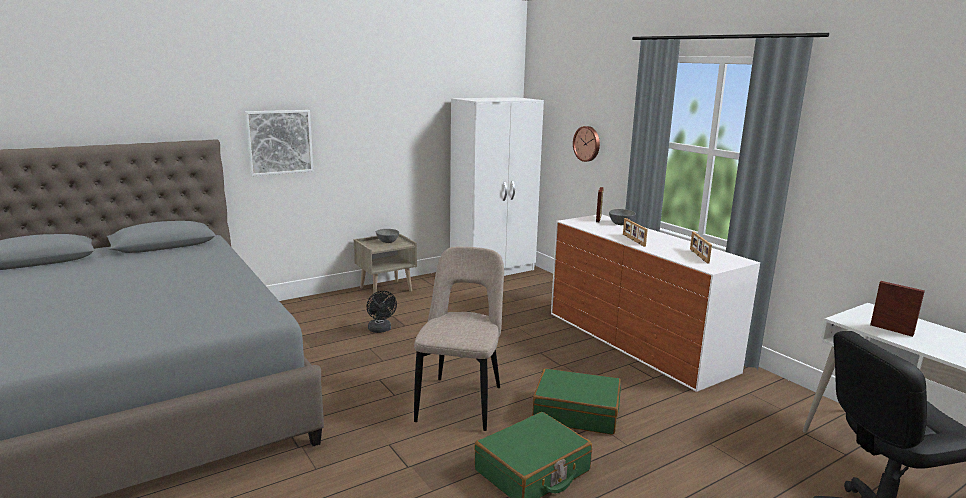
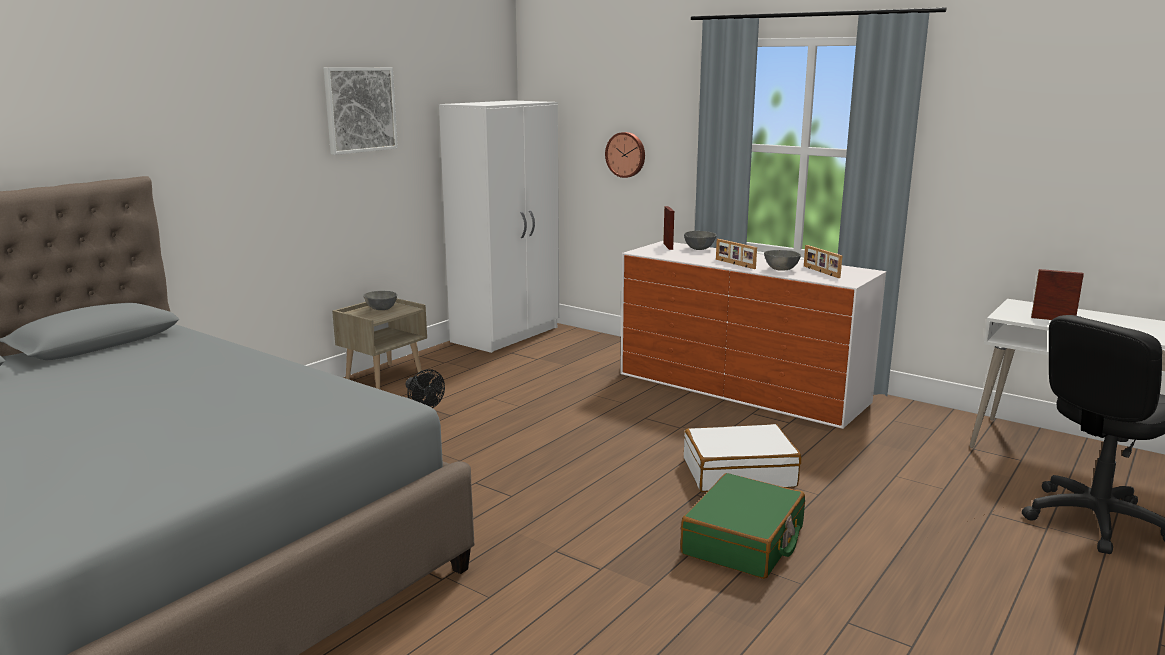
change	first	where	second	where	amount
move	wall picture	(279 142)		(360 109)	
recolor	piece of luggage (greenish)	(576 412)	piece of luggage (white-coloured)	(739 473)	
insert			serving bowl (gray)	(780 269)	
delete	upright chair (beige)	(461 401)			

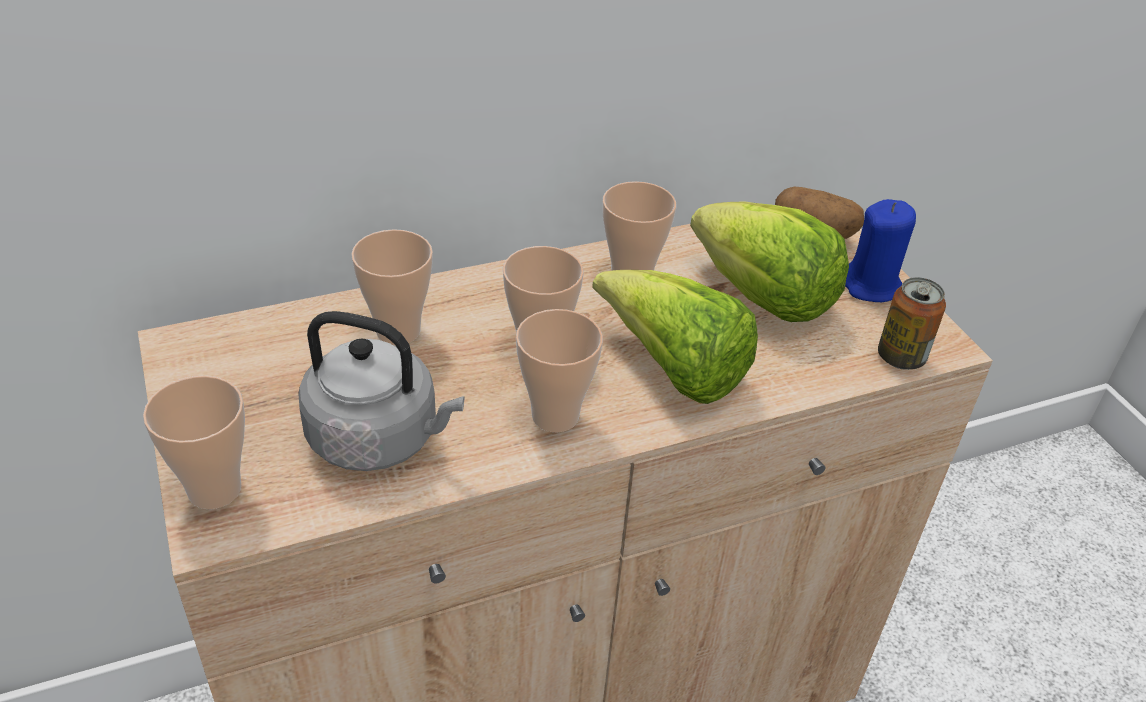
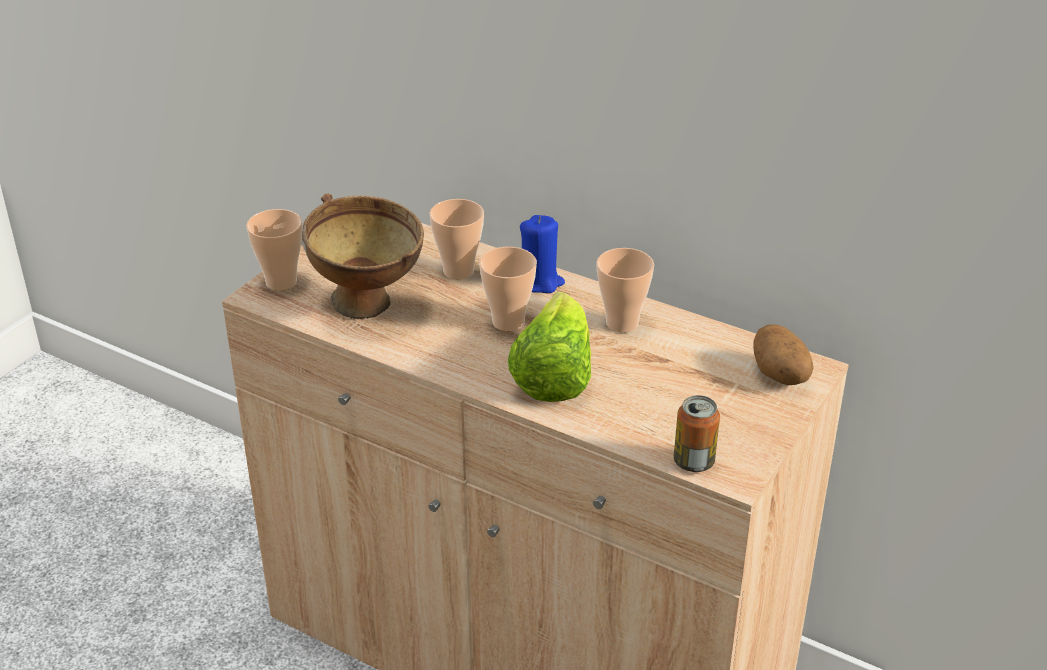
change	first	where	second	where	amount
replace	kettle (gray)	(379 439)	serving bowl (brown-coloured)	(370 308)	
move	wax candle (blue)	(871 286)		(540 282)	
delete	cup	(555 416)			
delete	head of lettuce	(762 297)			

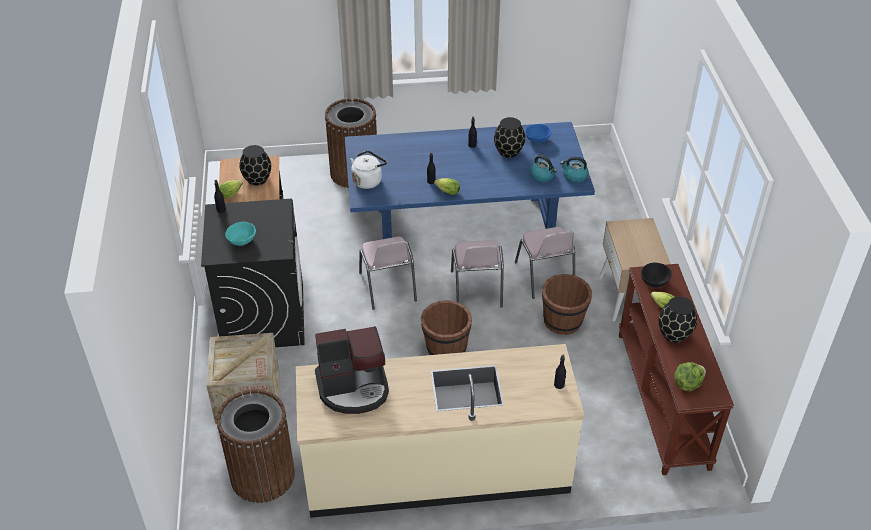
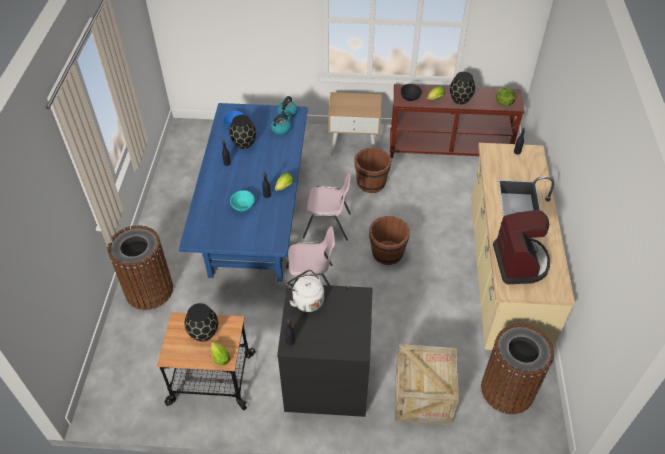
change	first	where	second	where	amount
move	serving bowl (turquoise)	(242 240)		(243 206)	
move	kettle (white-coloured)	(368 180)		(306 300)	
delete	upright chair (pink)	(545 277)			

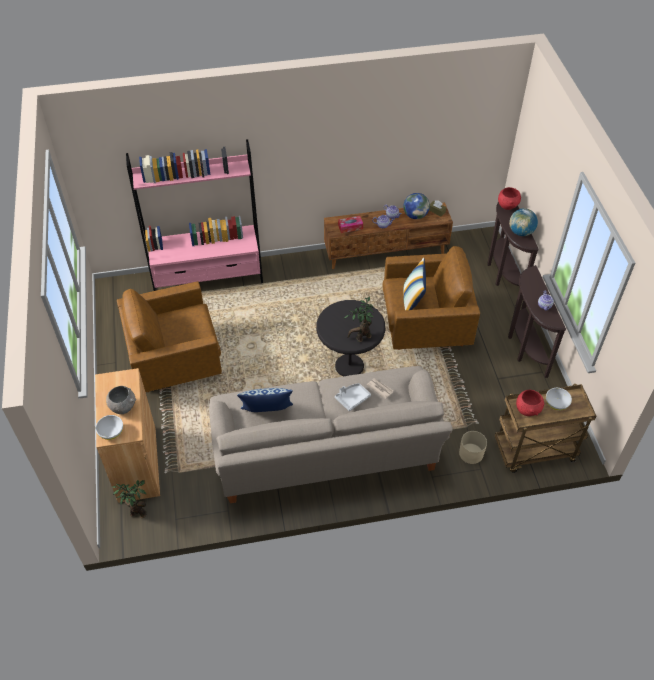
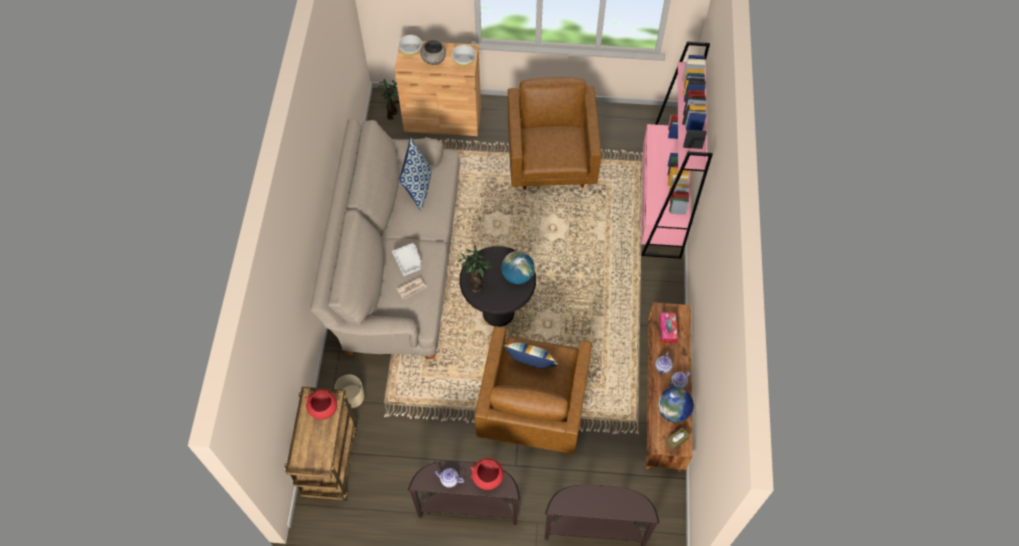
change	first	where	second	where	amount
move	serving bowl (white-coloured)	(556 403)		(464 60)	
move	serving bowl (red-coloured)	(507 206)		(488 478)	
move	desk globe	(521 232)		(517 275)	

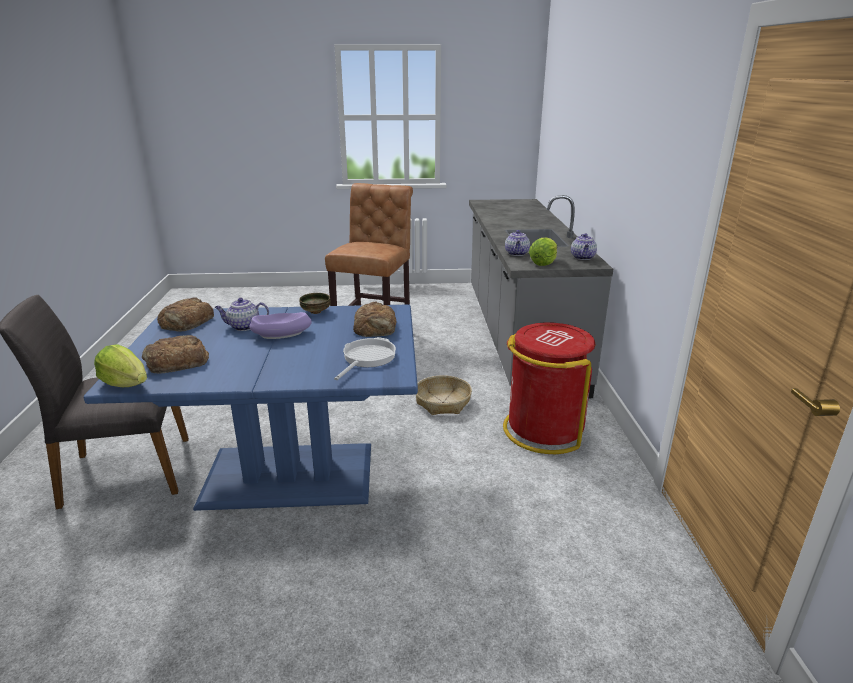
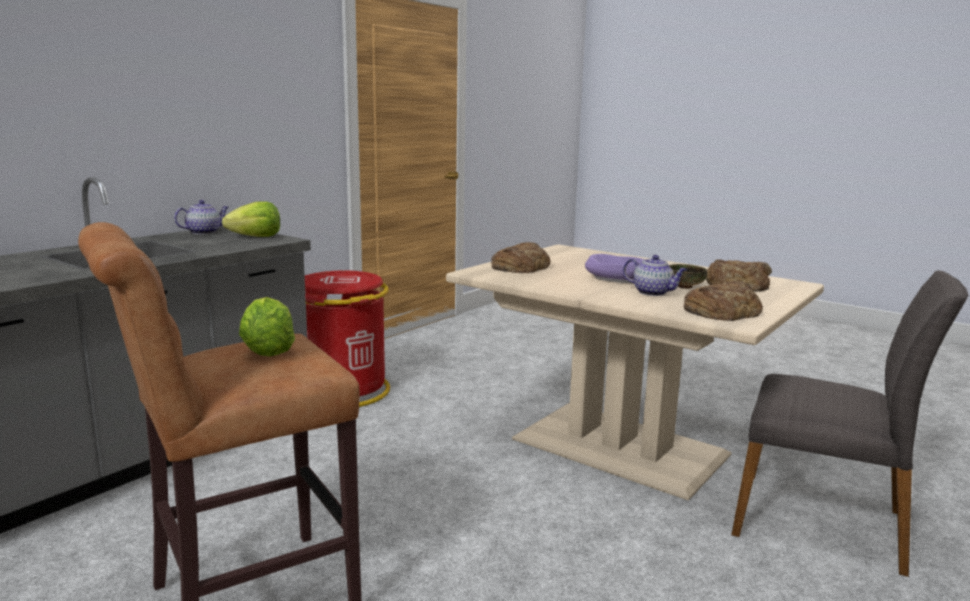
change	first	where	second	where	amount
move	head of lettuce	(126 384)		(268 349)	
recolor	dining table (blue)	(289 477)	dining table (beige)	(620 446)	
move	serving bowl	(316 312)		(684 287)	
delete	skillet	(367 358)			
delete	basket	(443 402)			
delete	tea pot	(517 254)			

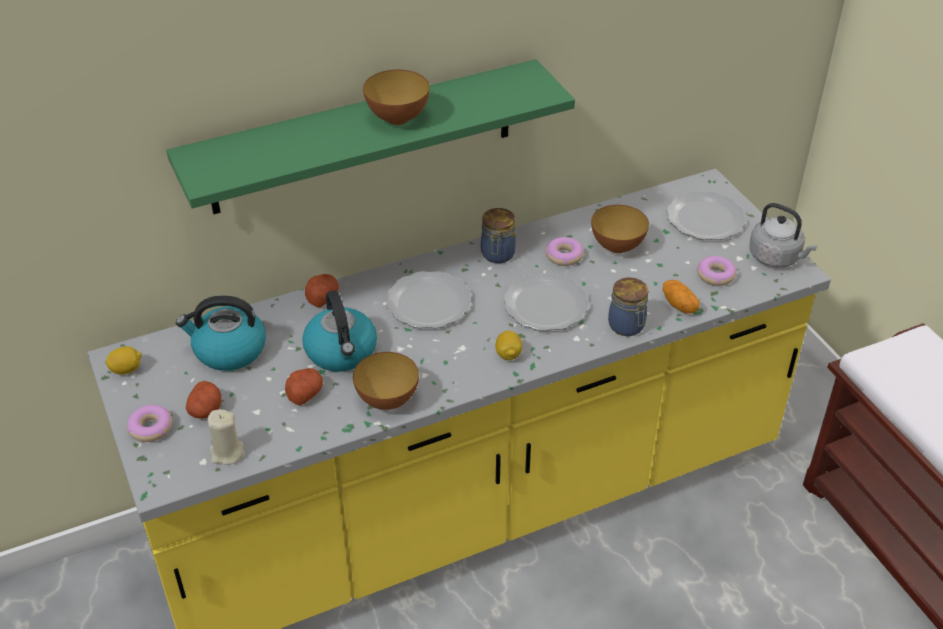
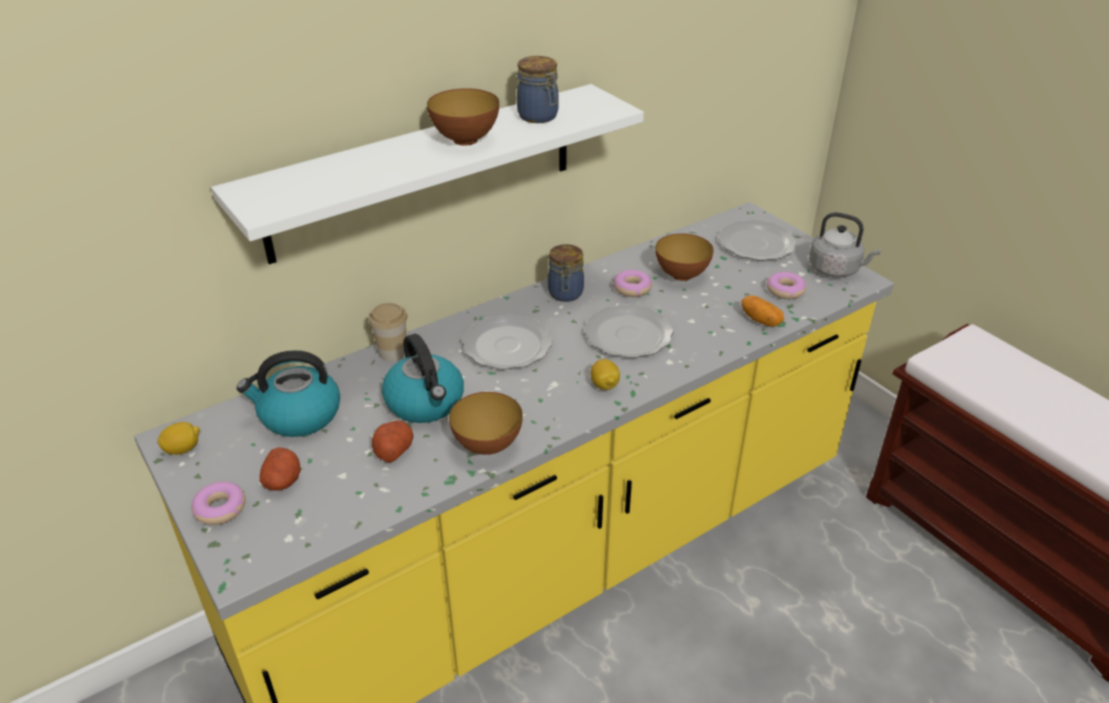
change	first	where	second	where	amount
recolor	wall shelf (greenish)	(363 137)	wall shelf (white-coloured)	(424 172)	
replace	whole potato	(322 297)	cup	(392 352)	
move	jar	(627 326)		(539 117)	
delete	wax candle (beige)	(227 453)			

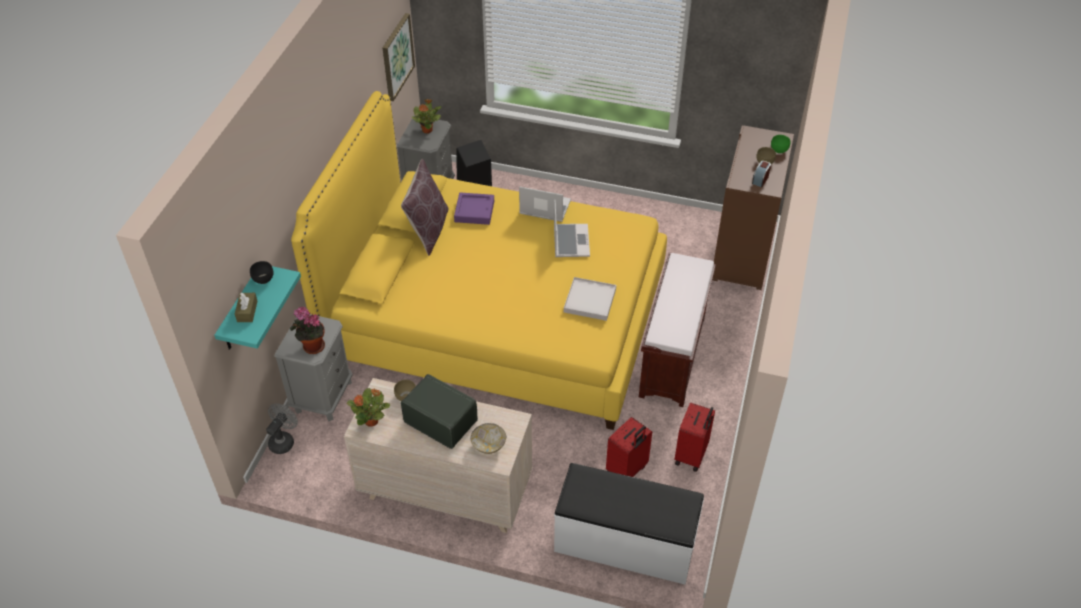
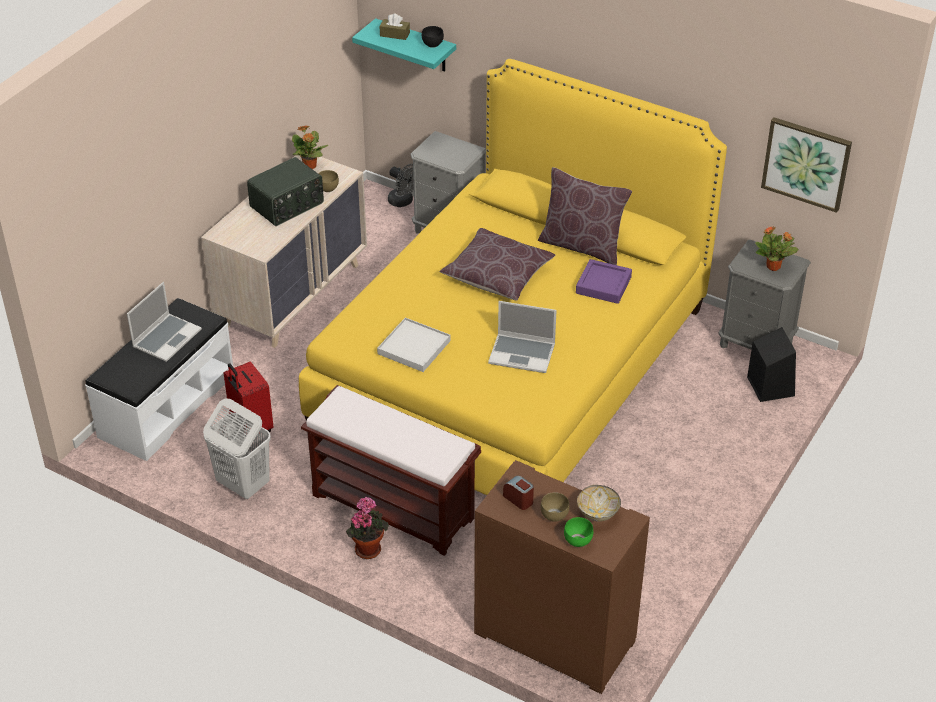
change	first	where	second	where	amount
move	laptop	(544 208)		(167 338)	
replace	piece of luggage (red-coloured)	(692 455)	hamper (white-coloured)	(242 484)	
move	plant in a pot	(312 347)		(368 547)	
insert			pillow (brown-coloured)	(497 275)	
move	serving bowl	(488 445)		(598 513)	

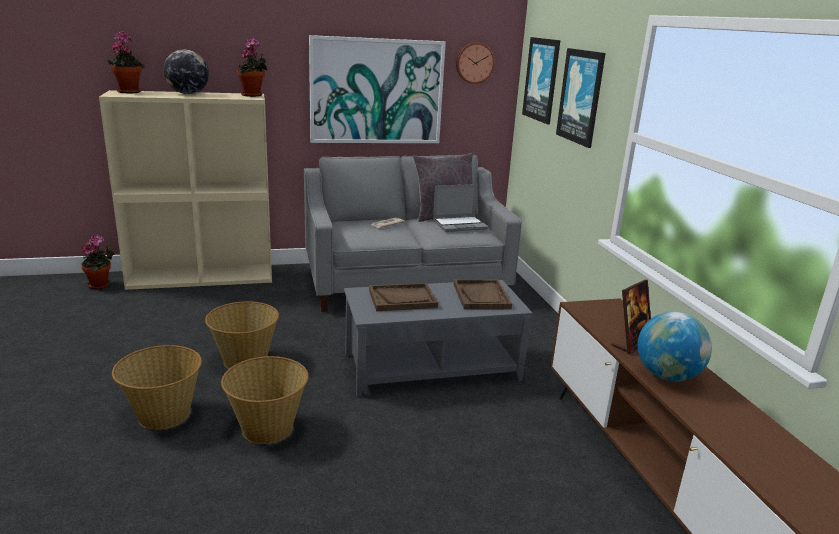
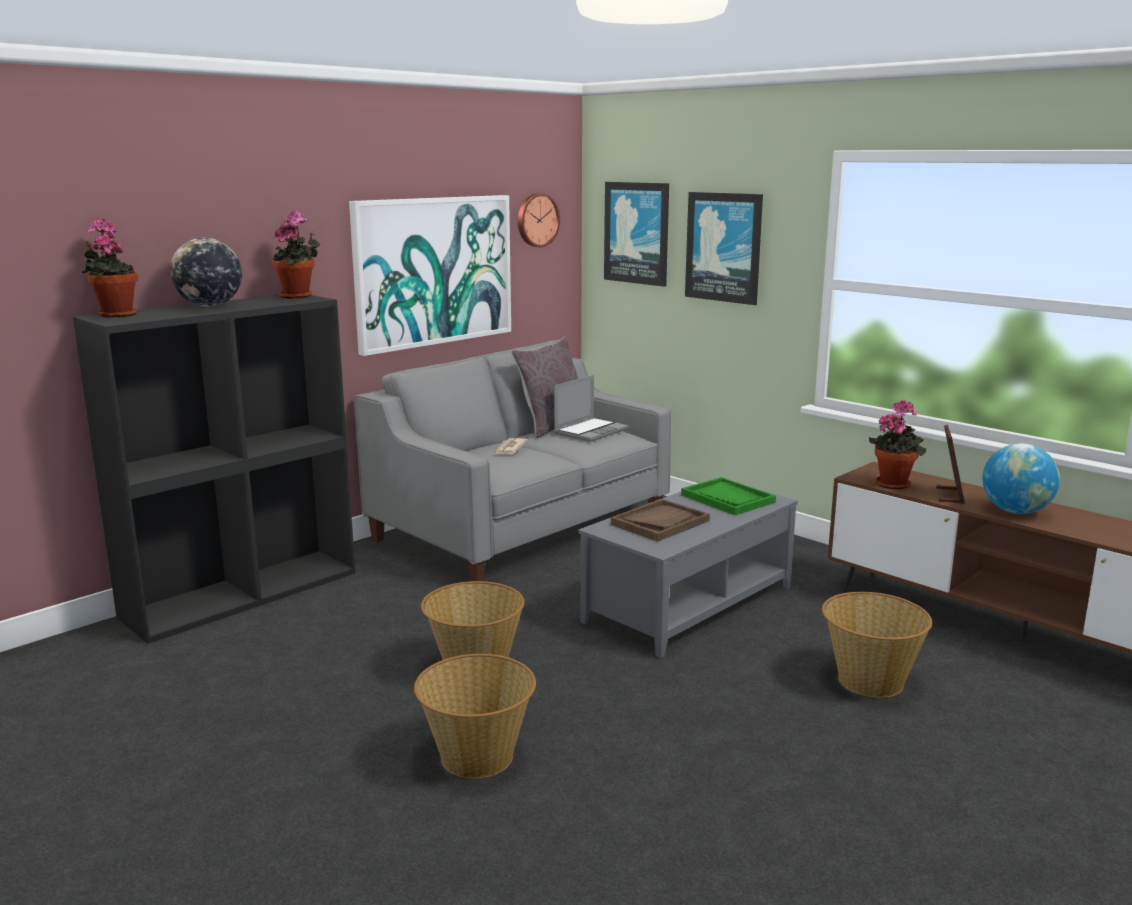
change	first	where	second	where	amount
recolor	shelving unit (beige)	(203 276)	shelving unit (blackish)	(242 593)	
recolor	carrying tray (brown-coloured)	(481 296)	carrying tray (greenish)	(728 498)	
move	basket	(267 427)		(869 680)	
move	plant in a pot	(101 285)		(894 483)	

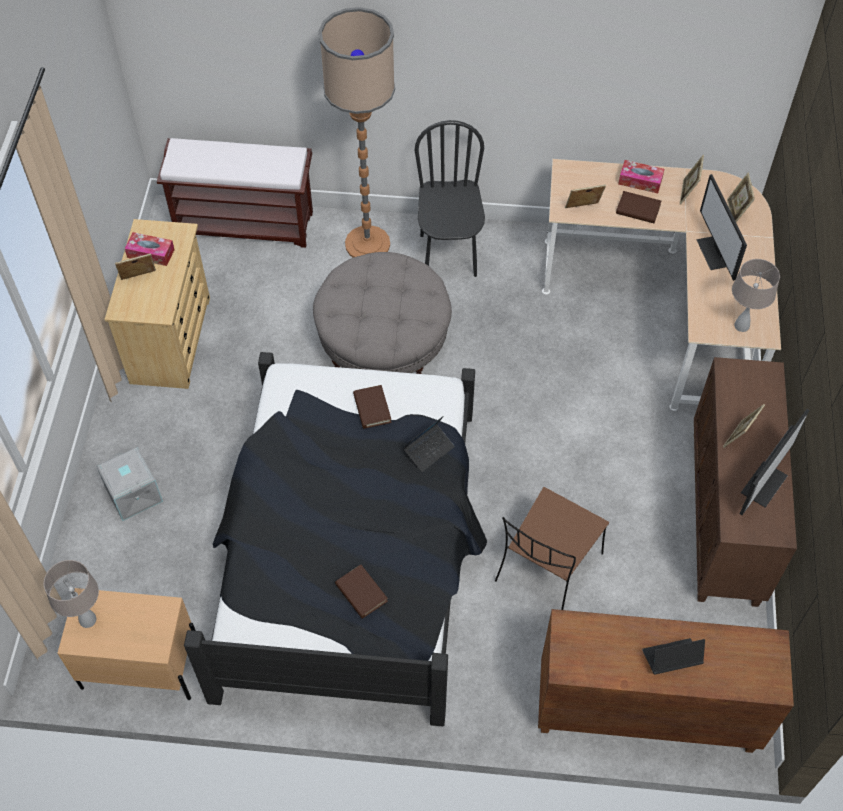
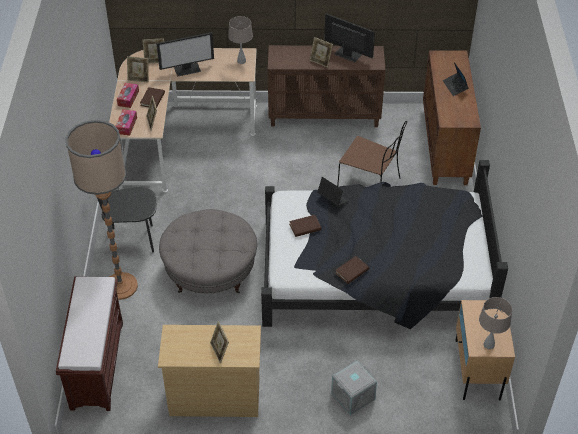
change	first	where	second	where	amount
move	tissue box	(151 253)		(126 125)	
move	volume (brown-coloured)	(361 593)		(352 271)	

